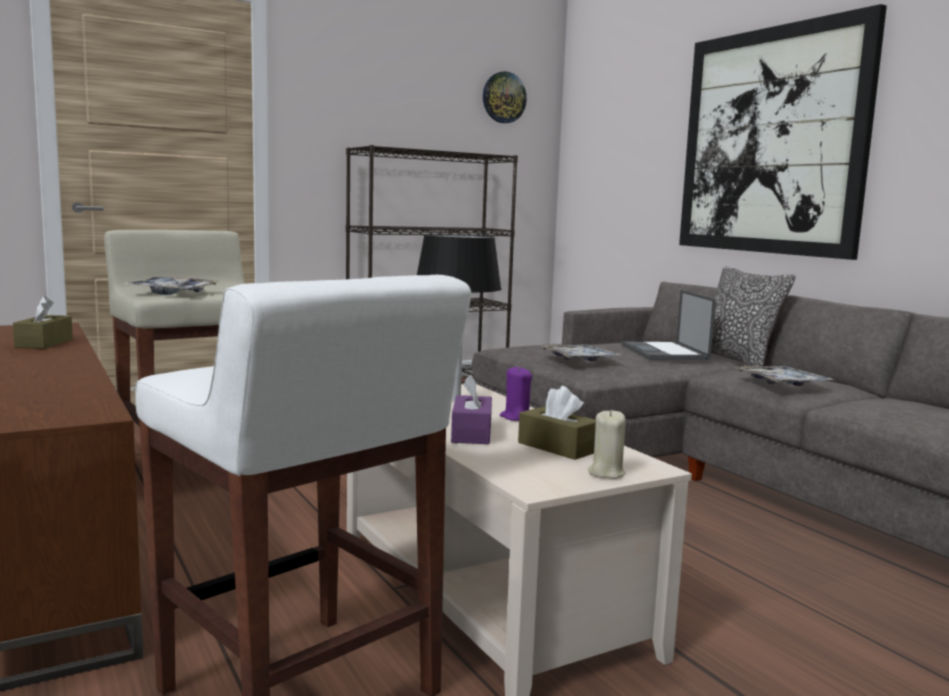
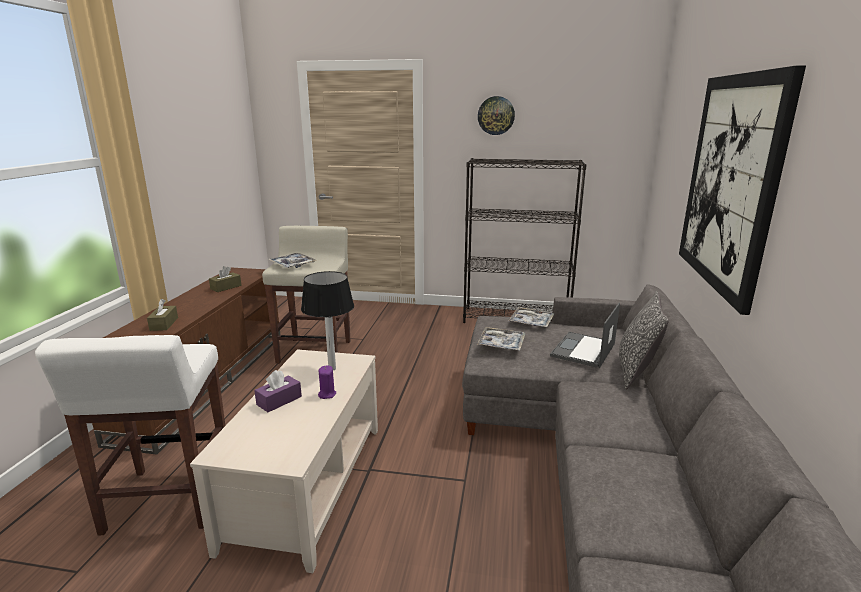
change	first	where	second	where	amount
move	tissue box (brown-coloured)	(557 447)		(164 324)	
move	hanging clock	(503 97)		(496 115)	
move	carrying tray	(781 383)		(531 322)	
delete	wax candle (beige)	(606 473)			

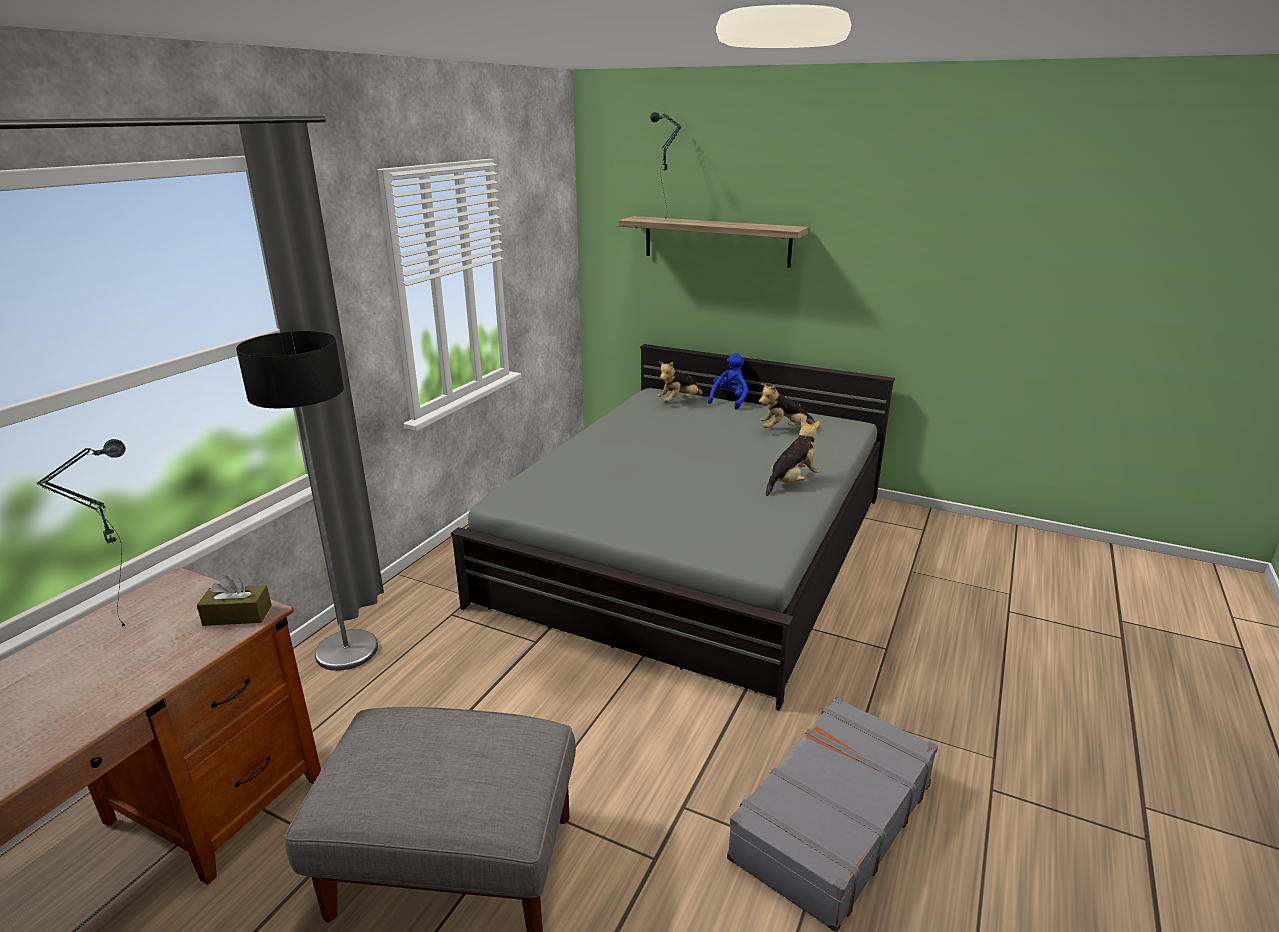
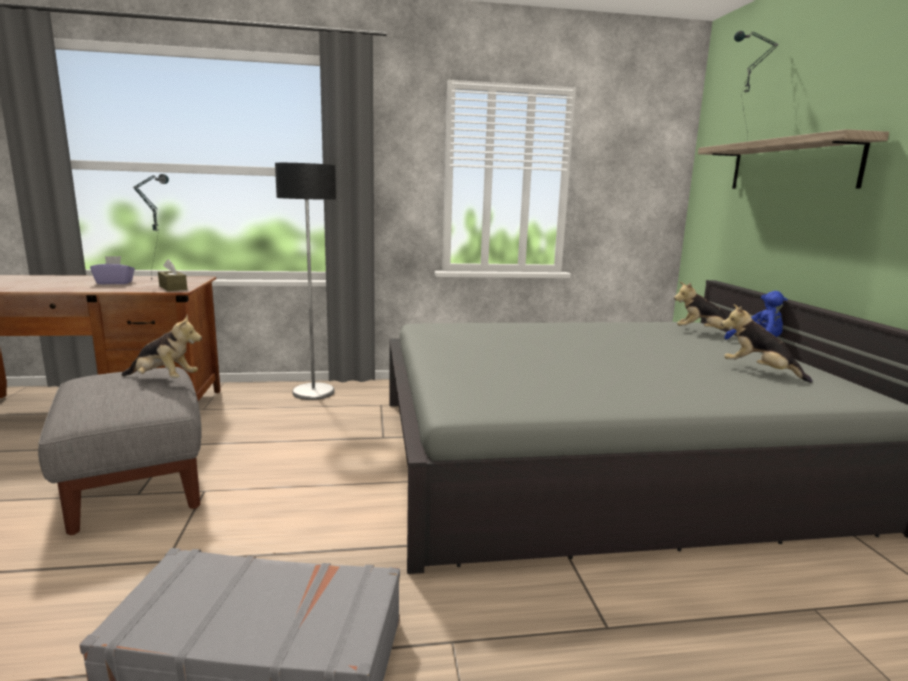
change	first	where	second	where	amount
insert			tissue box (purple)	(115 283)	
move	soft toy	(791 482)		(163 380)	

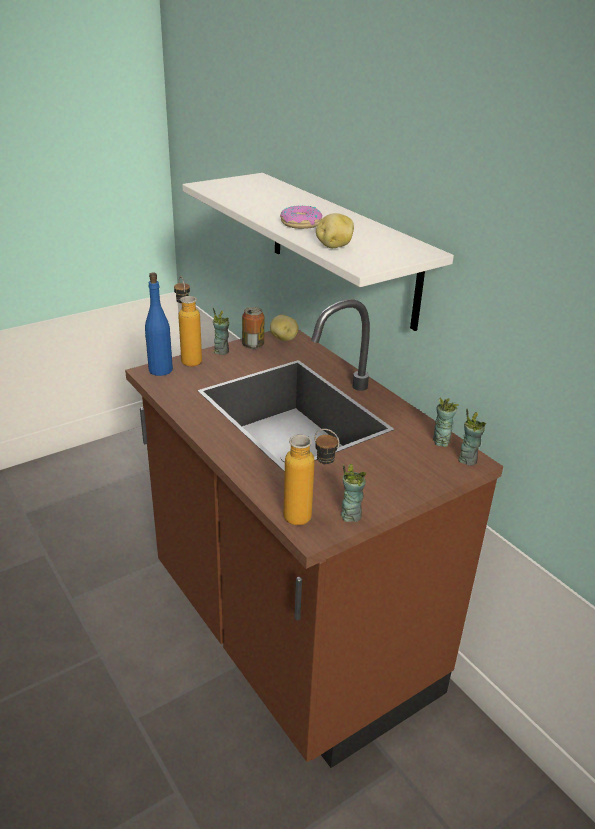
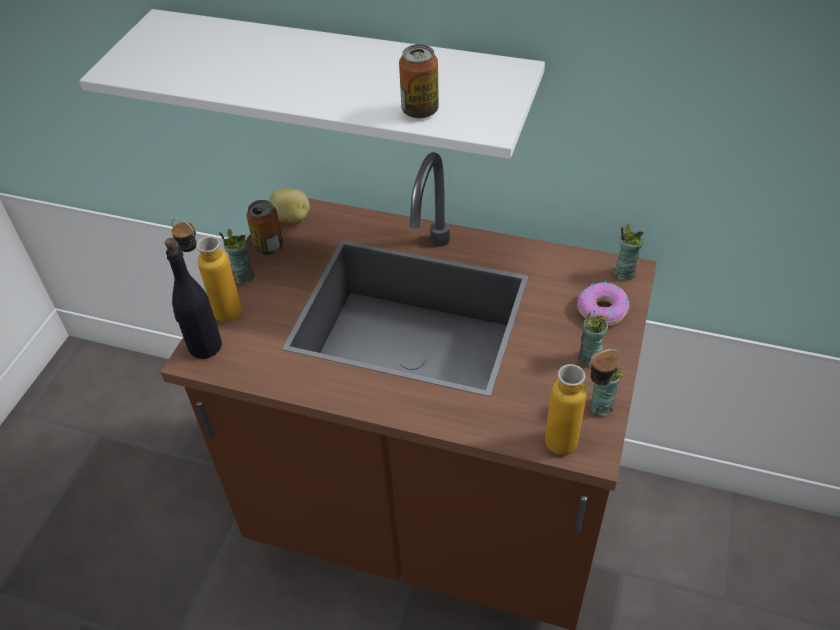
change	first	where	second	where	amount
recolor	bottle (blue)	(160 370)	bottle (blackish)	(204 346)	
replace	whole potato	(333 246)	can	(420 110)	
move	donut	(300 224)		(602 310)	
move	cup	(441 441)		(589 358)	

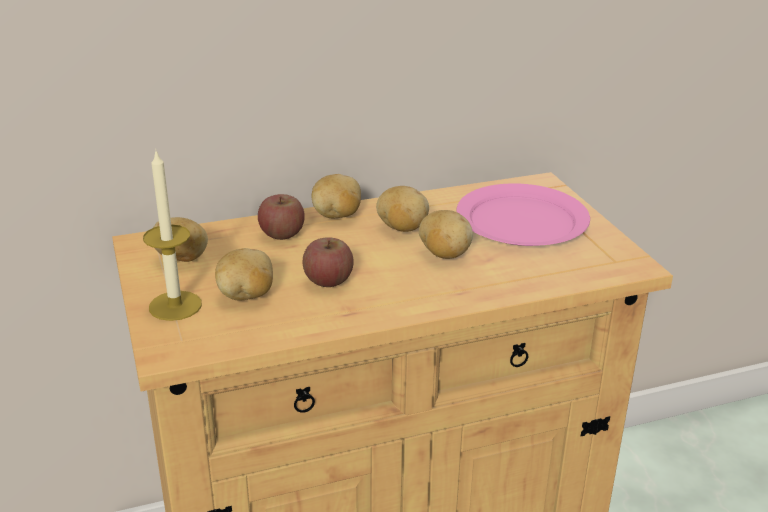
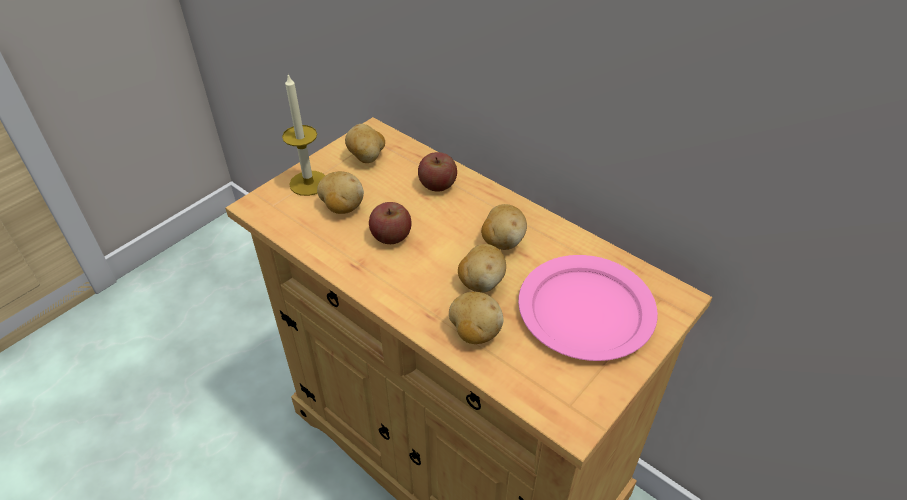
change	first	where	second	where	amount
move	whole potato	(337 216)		(474 332)	

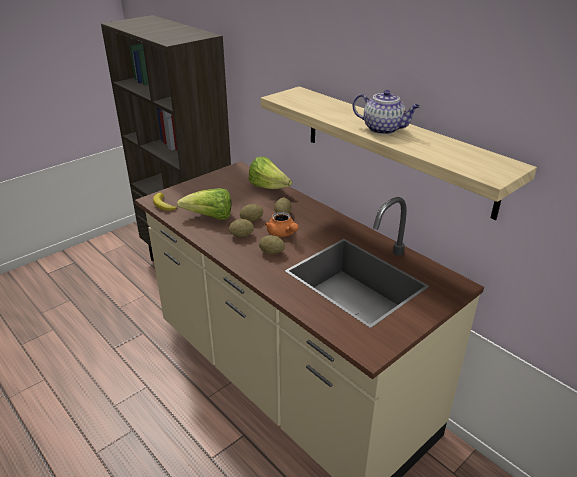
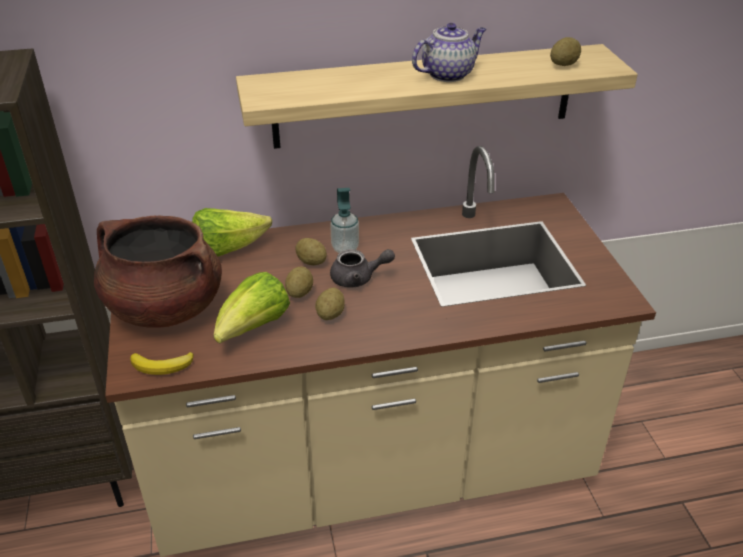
change	first	where	second	where	amount
insert			saucepot (brown-coloured)	(164 307)	
insert			soap dispenser	(345 248)	
recolor	tea pot (orange-coloured)	(283 233)	tea pot (gray)	(358 278)	
move	whole potato	(271 252)		(563 65)	

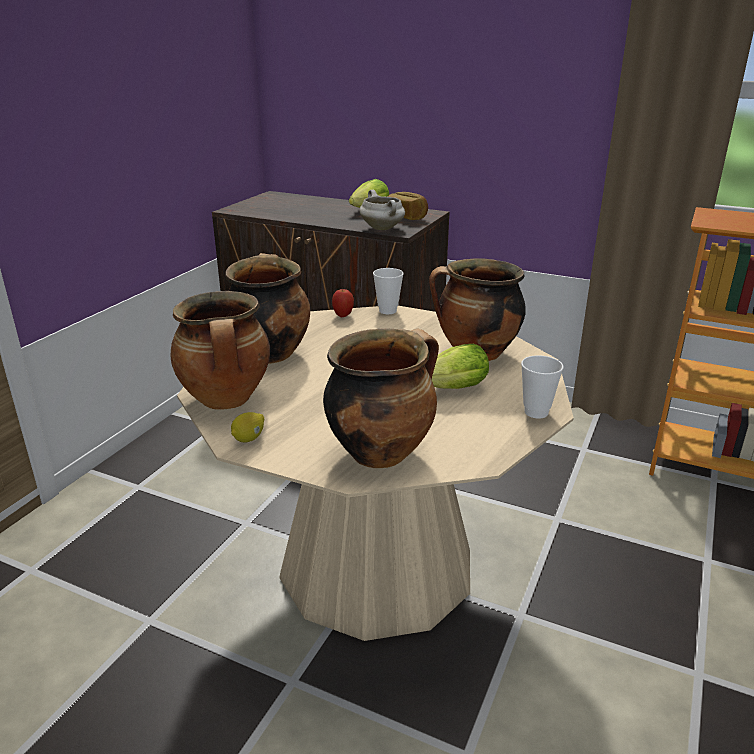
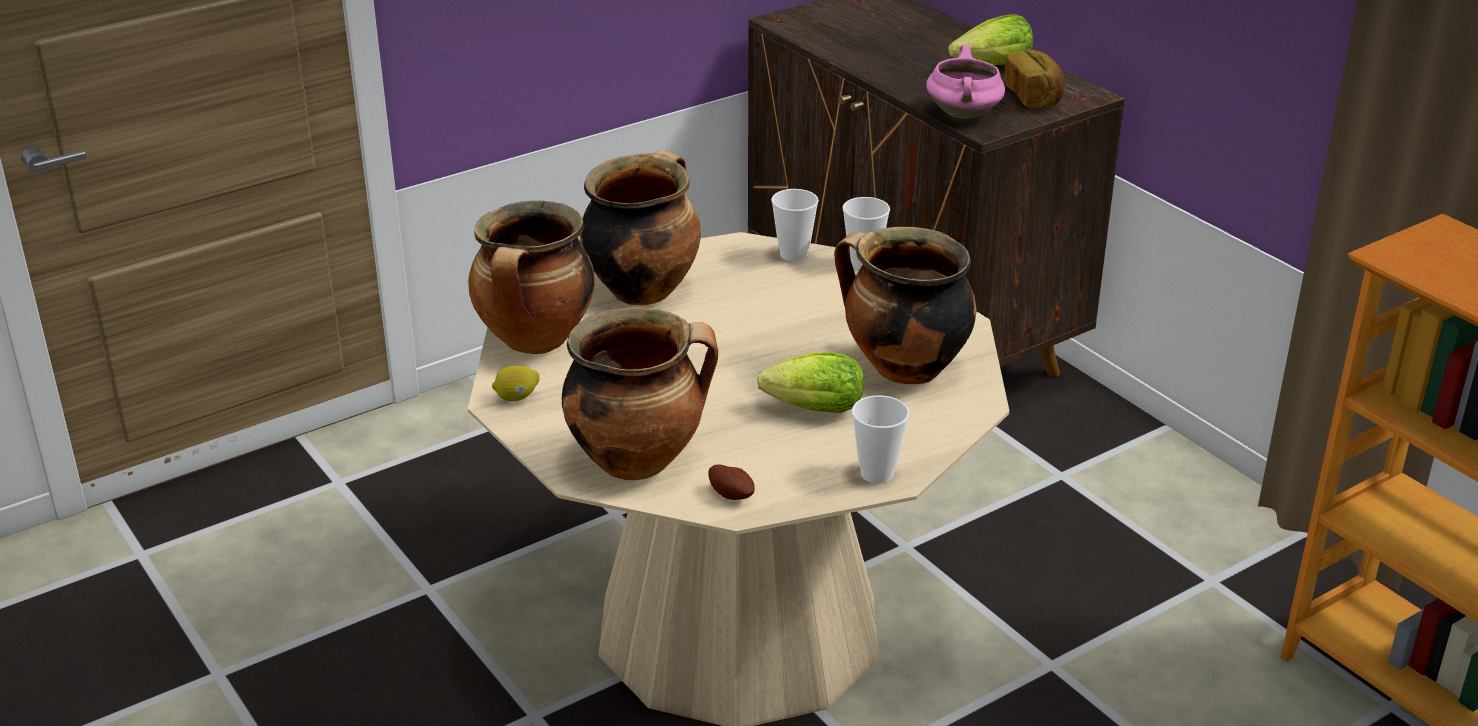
change	first	where	second	where	amount
insert			whole potato	(732 494)	
replace	apple fruit	(343 315)	cup	(793 255)	
recolor	saucepot (white-coloured)	(383 228)	saucepot (pink)	(964 115)	

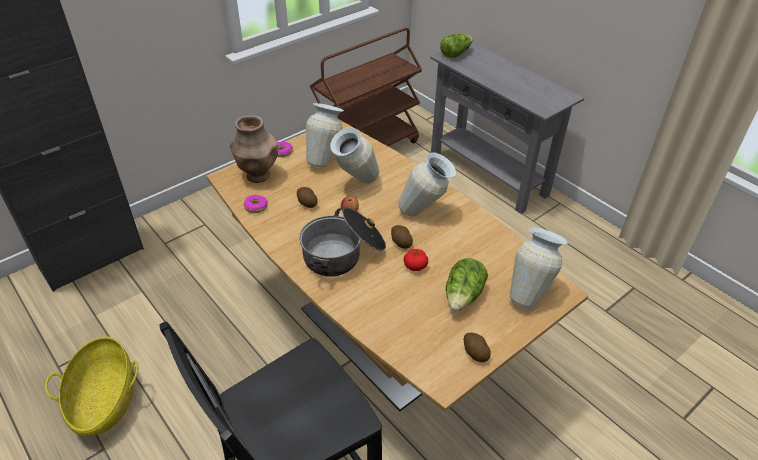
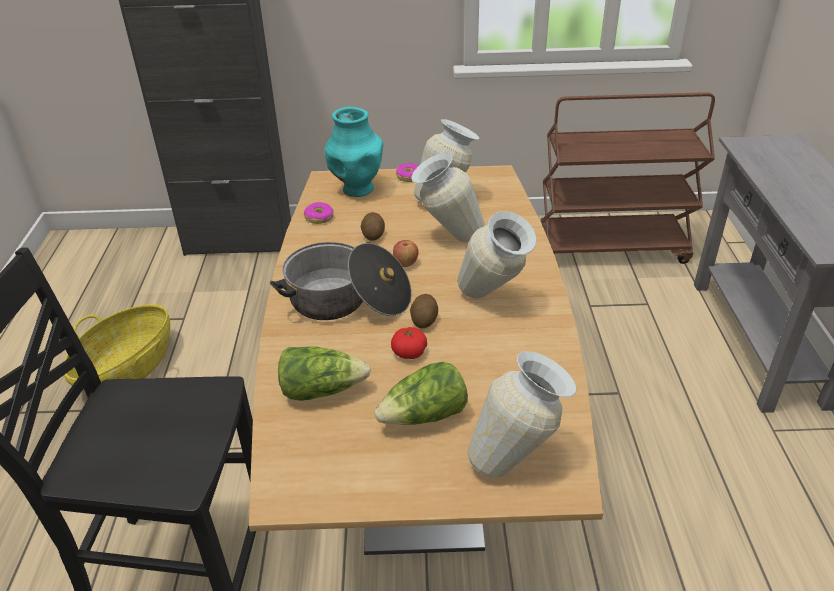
change	first	where	second	where	amount
move	head of lettuce	(455 53)		(321 390)	
recolor	flower vase (brown-coloured)	(258 176)	flower vase (turquoise)	(357 189)	
delete	whole potato	(475 353)			

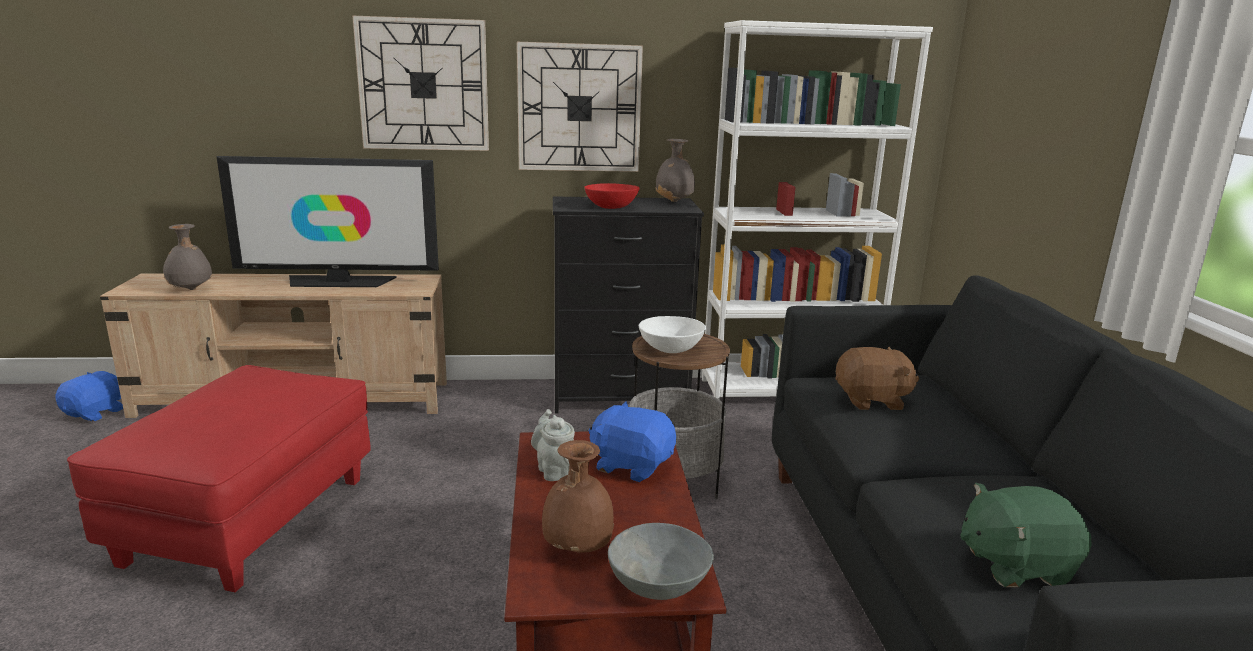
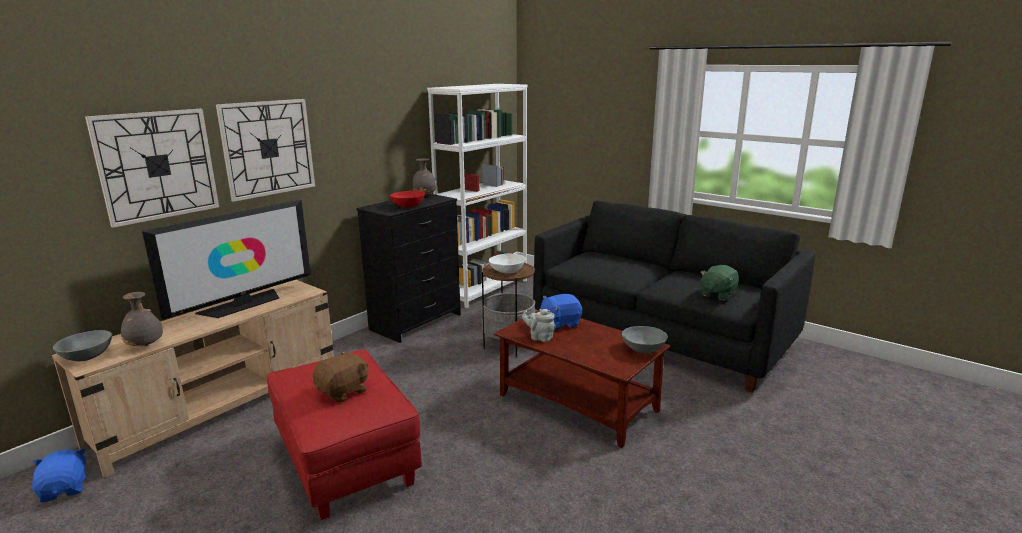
change	first	where	second	where	amount
insert			serving bowl (gray)	(88 356)	
move	hanging clock	(579 108)		(157 165)	
move	soft toy (brown-coloured)	(872 401)		(343 392)	
delete	flower vase (brown-coloured)	(576 547)			

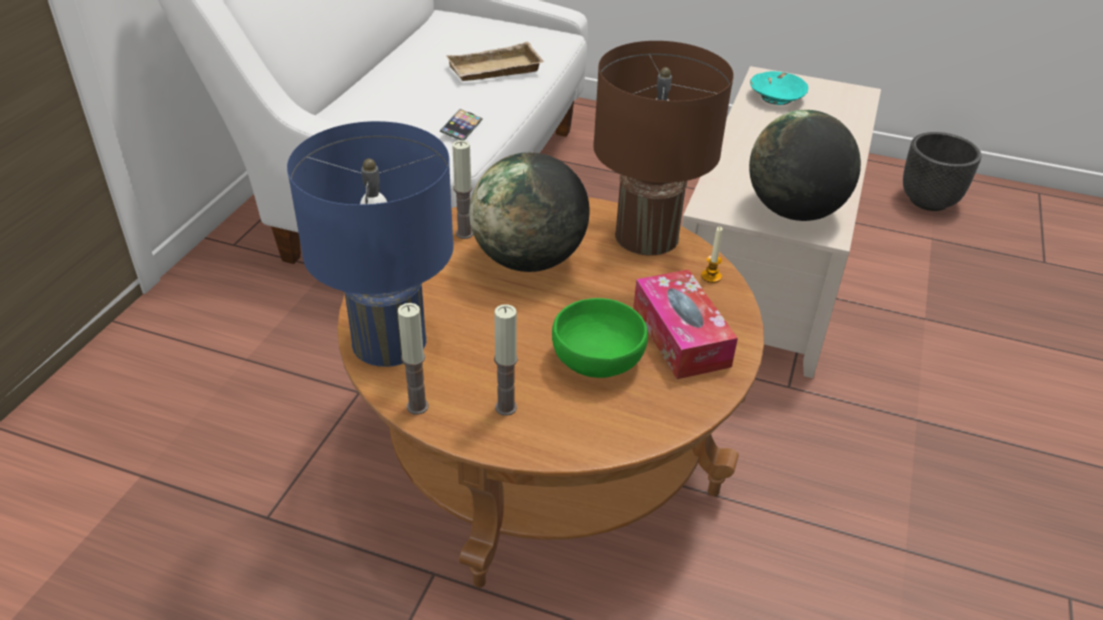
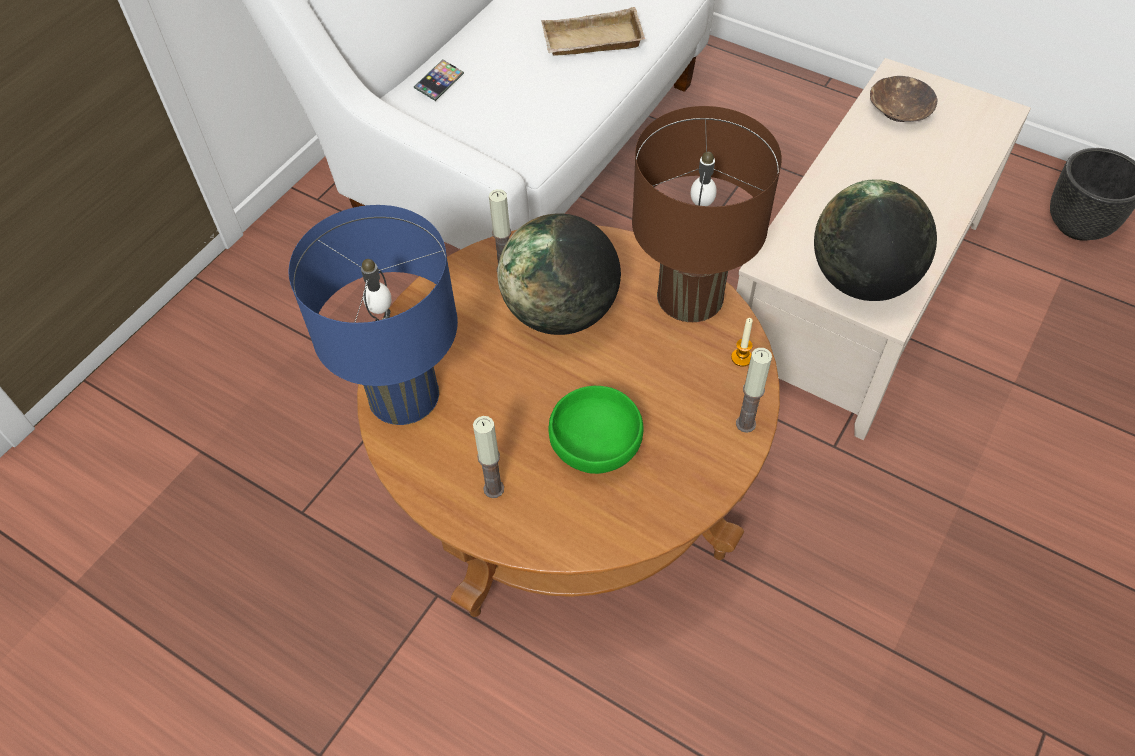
change	first	where	second	where	amount
move	phone	(461 128)		(439 83)	
move	wax candle	(417 406)		(745 424)	
recolor	serving bowl (turquoise)	(775 97)	serving bowl (brown-coloured)	(898 109)	
delete	tissue box	(680 336)			

